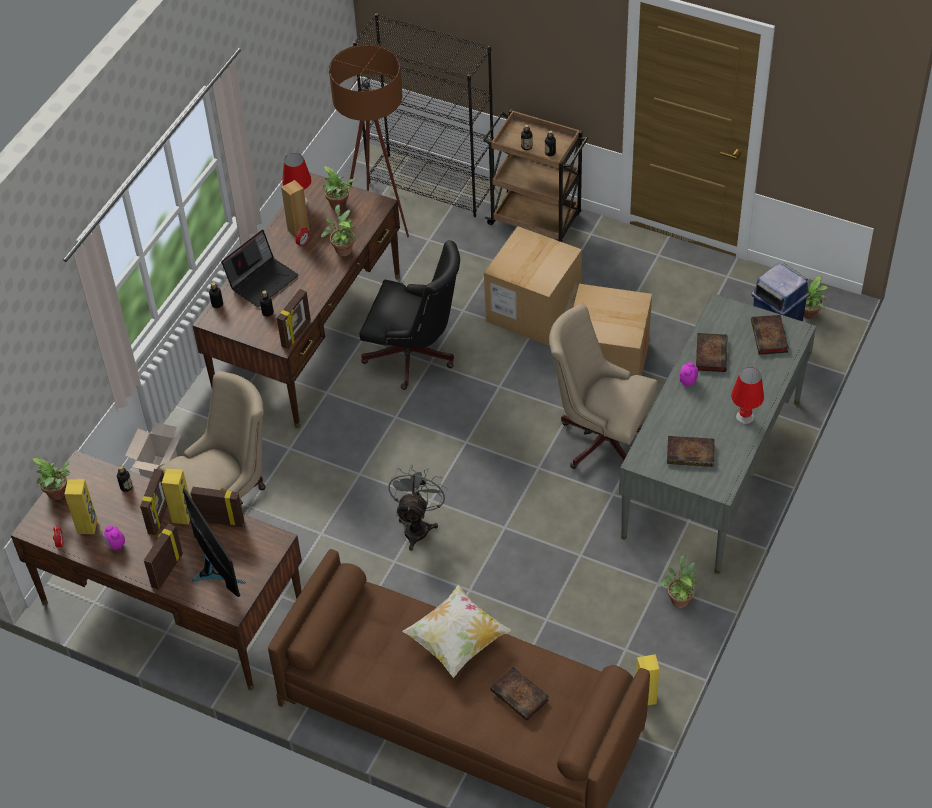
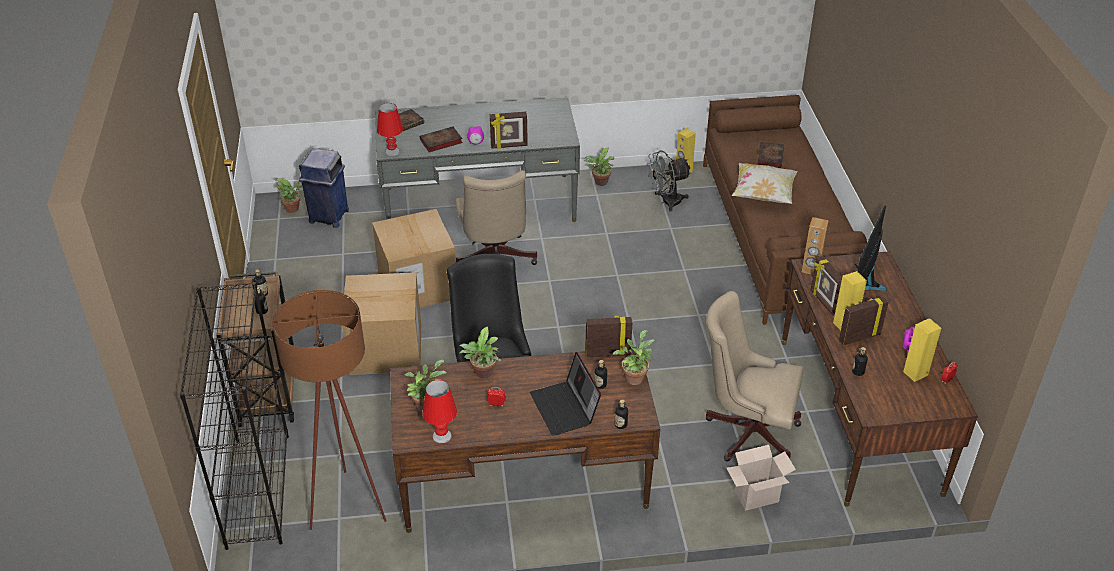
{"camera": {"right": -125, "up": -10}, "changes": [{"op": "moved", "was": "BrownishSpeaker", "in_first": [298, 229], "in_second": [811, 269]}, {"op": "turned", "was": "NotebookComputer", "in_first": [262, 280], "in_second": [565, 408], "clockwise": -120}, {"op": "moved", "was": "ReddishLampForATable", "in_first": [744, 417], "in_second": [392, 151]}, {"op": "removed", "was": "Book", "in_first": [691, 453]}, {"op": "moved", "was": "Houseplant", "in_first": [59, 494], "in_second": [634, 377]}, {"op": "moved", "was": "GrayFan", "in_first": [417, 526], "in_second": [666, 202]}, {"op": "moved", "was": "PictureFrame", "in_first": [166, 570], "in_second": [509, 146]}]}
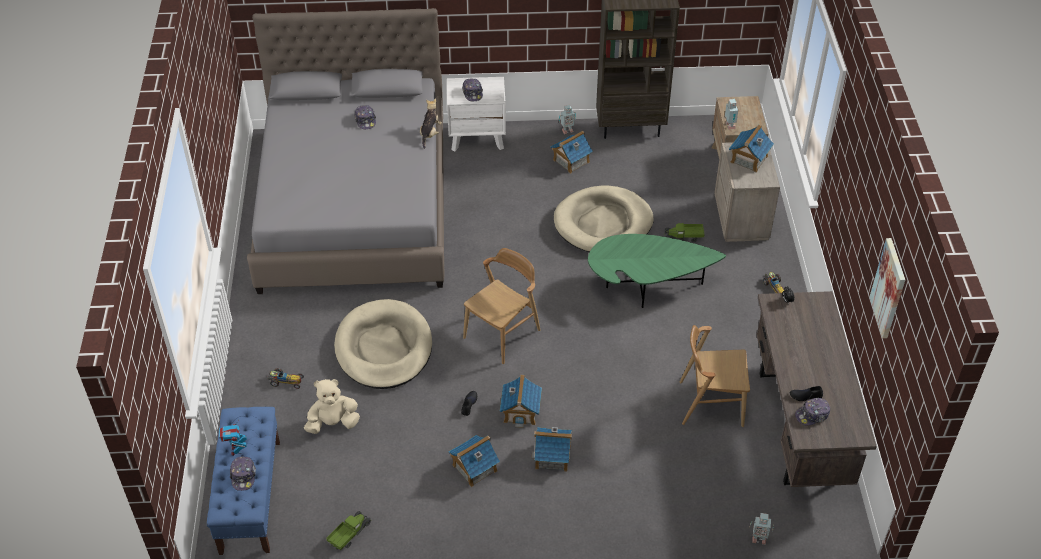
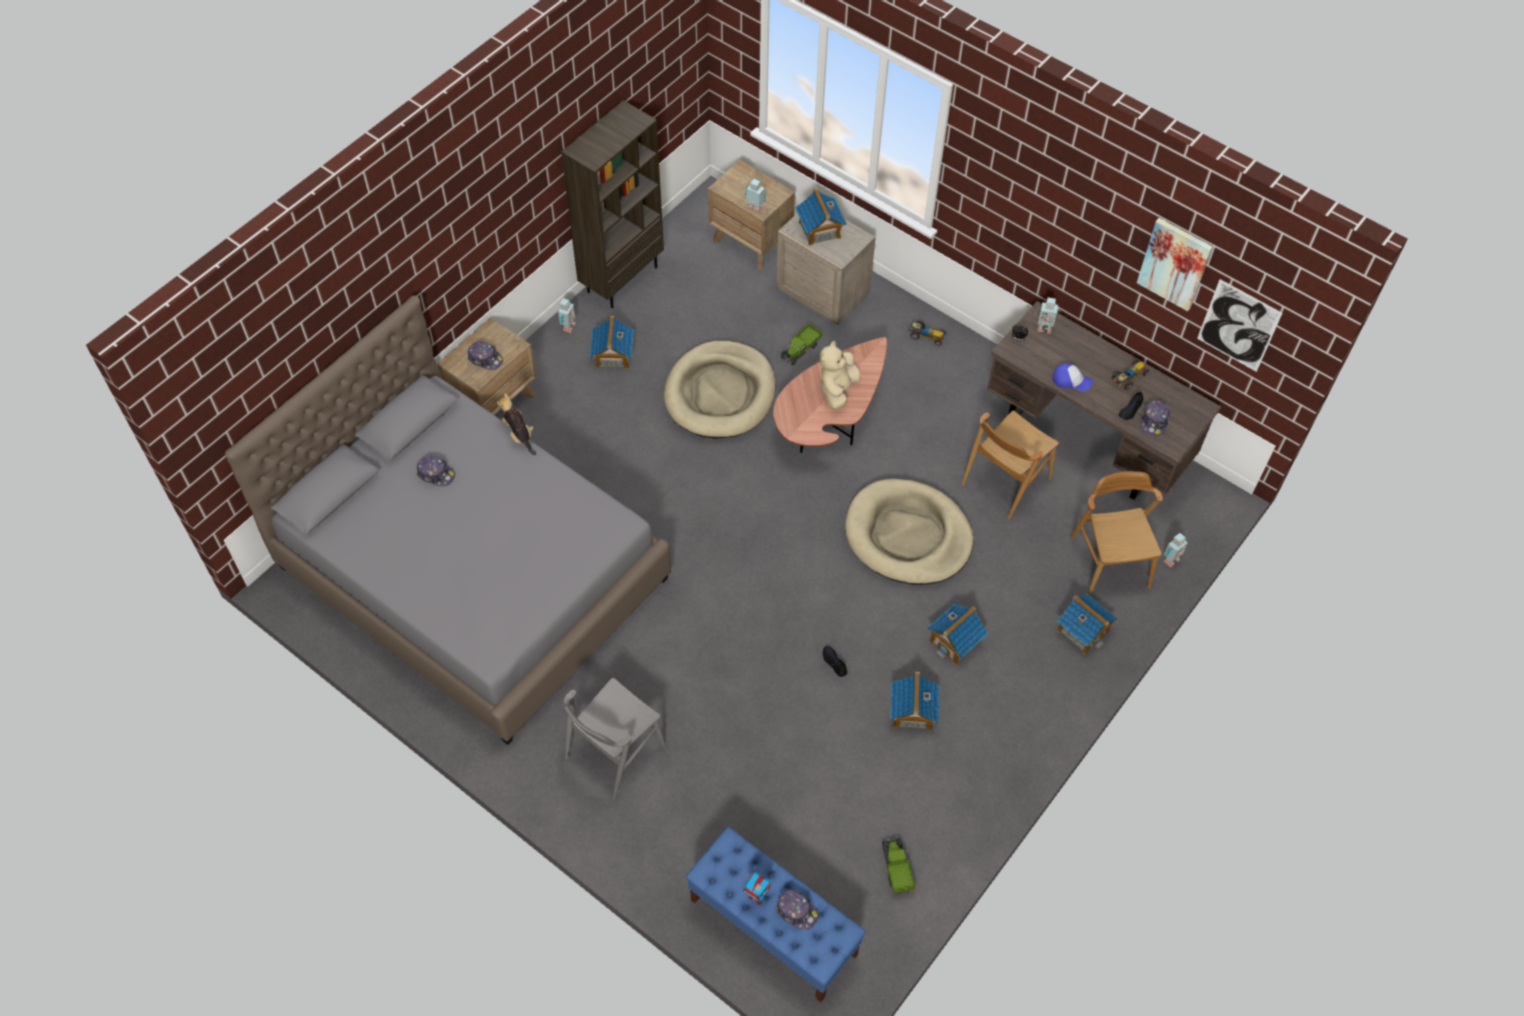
{"camera": {"right": -50, "up": 10}, "changes": [{"op": "recoloured", "was": "WhiteNightstand", "now": "BrownishNightstand", "in_first": [477, 137], "in_second": [494, 402]}, {"op": "recoloured", "was": "GreenColouredLoungeTable", "now": "BrownishLoungeTable", "in_first": [646, 285], "in_second": [829, 421]}, {"op": "moved", "was": "BrownishUprightChair", "in_first": [502, 334], "in_second": [1109, 562]}, {"op": "moved", "was": "SandColouredDogBed", "in_first": [384, 348], "in_second": [908, 536]}, {"op": "moved", "was": "ToyCar", "in_first": [285, 381], "in_second": [1128, 378]}, {"op": "moved", "was": "ToyHouse", "in_first": [521, 411], "in_second": [1082, 631]}, {"op": "moved", "was": "SandColouredCuddlyToy", "in_first": [333, 423], "in_second": [837, 390]}, {"op": "added", "now": "WallPicture", "in_second": [1238, 326]}, {"op": "added", "now": "ModelRobot", "in_second": [1044, 328]}, {"op": "added", "now": "Cap", "in_second": [1071, 380]}, {"op": "added", "now": "GrayUprightChair", "in_second": [614, 752]}]}
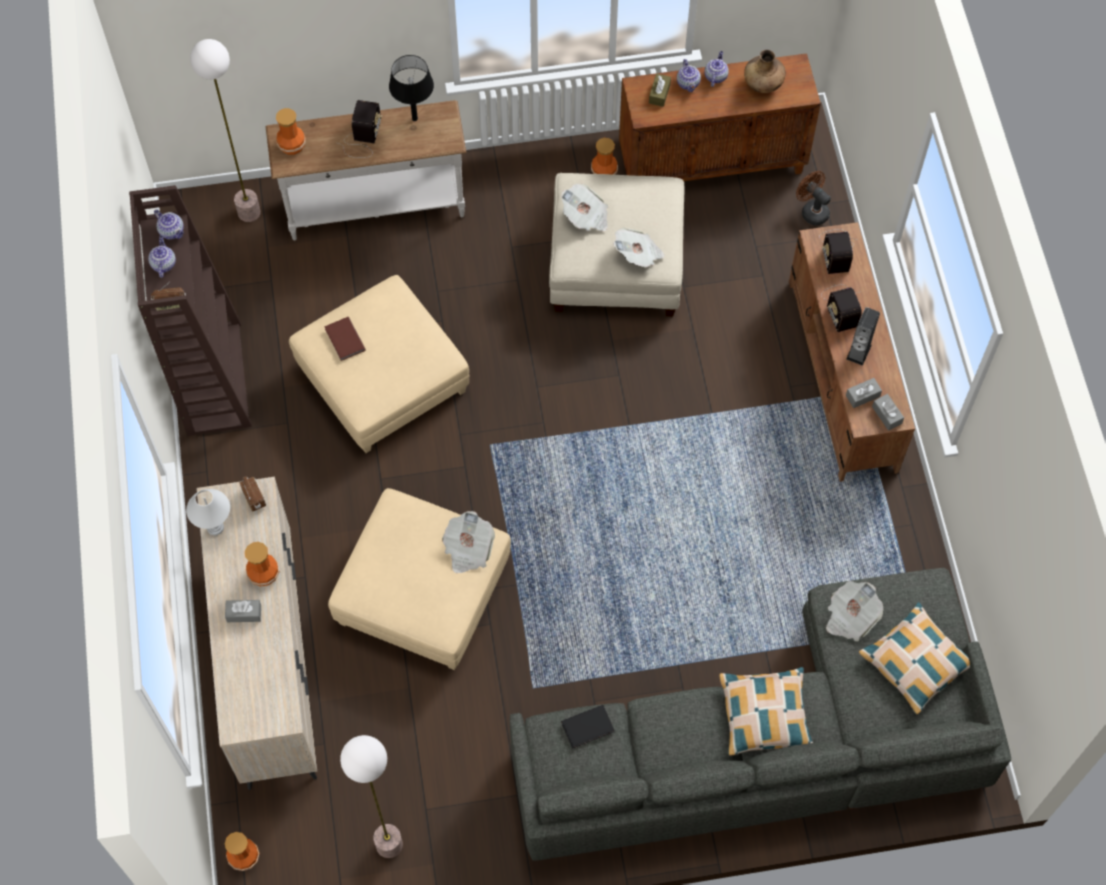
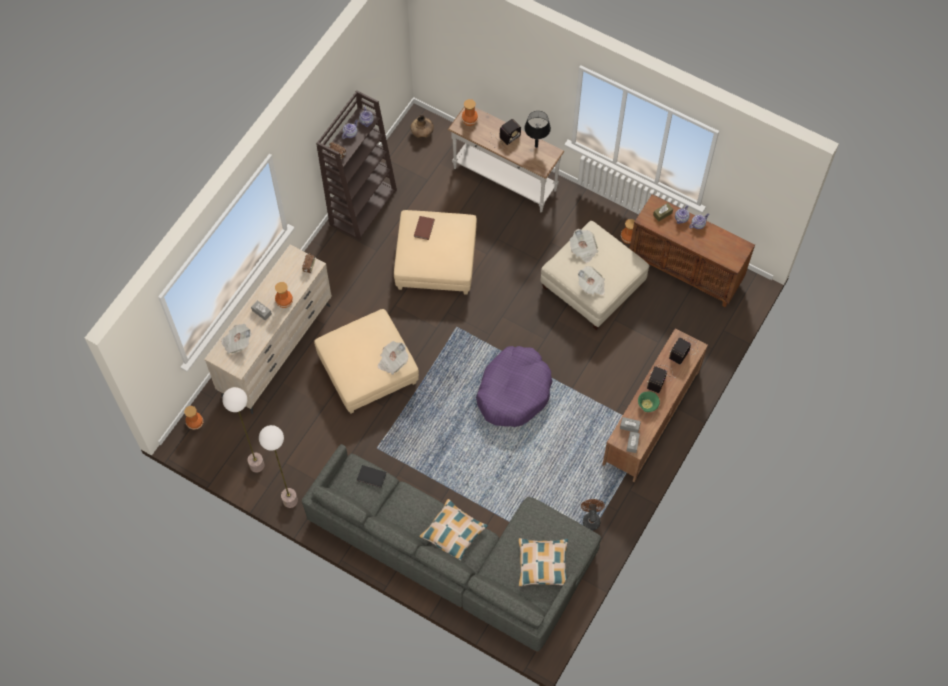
{"camera": {"right": 40, "up": 0}, "changes": [{"op": "moved", "was": "StandingLamp", "in_first": [248, 212], "in_second": [290, 500]}, {"op": "moved", "was": "BrownishFlowerVase", "in_first": [763, 84], "in_second": [422, 133]}, {"op": "moved", "was": "BrownishFan", "in_first": [811, 211], "in_second": [591, 519]}, {"op": "replaced", "was": "Speaker", "now": "GreenColouredDeepDish", "in_first": [859, 352], "in_second": [648, 405]}, {"op": "removed", "was": "WhiteLampForATable", "in_first": [216, 527]}, {"op": "moved", "was": "PrintedPaper", "in_first": [850, 617], "in_second": [237, 342]}, {"op": "added", "now": "PurpleColouredDogBed", "in_second": [513, 391]}]}
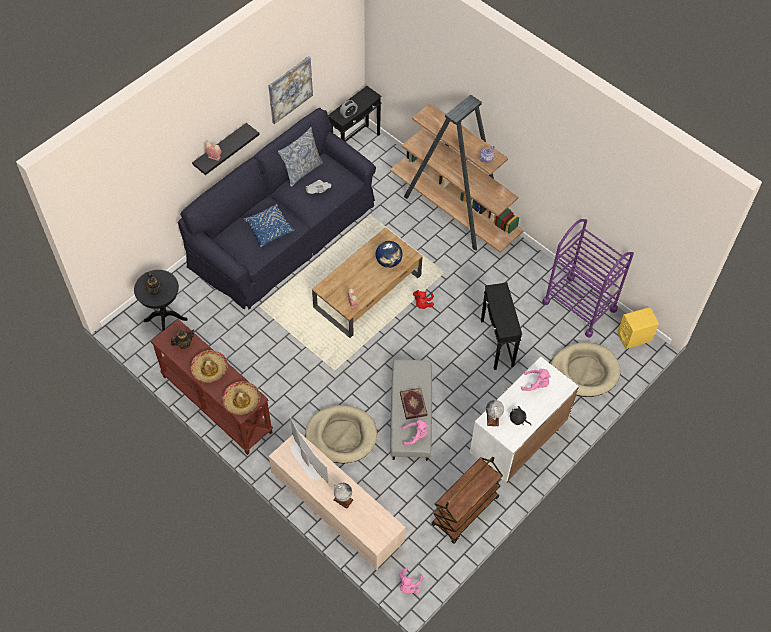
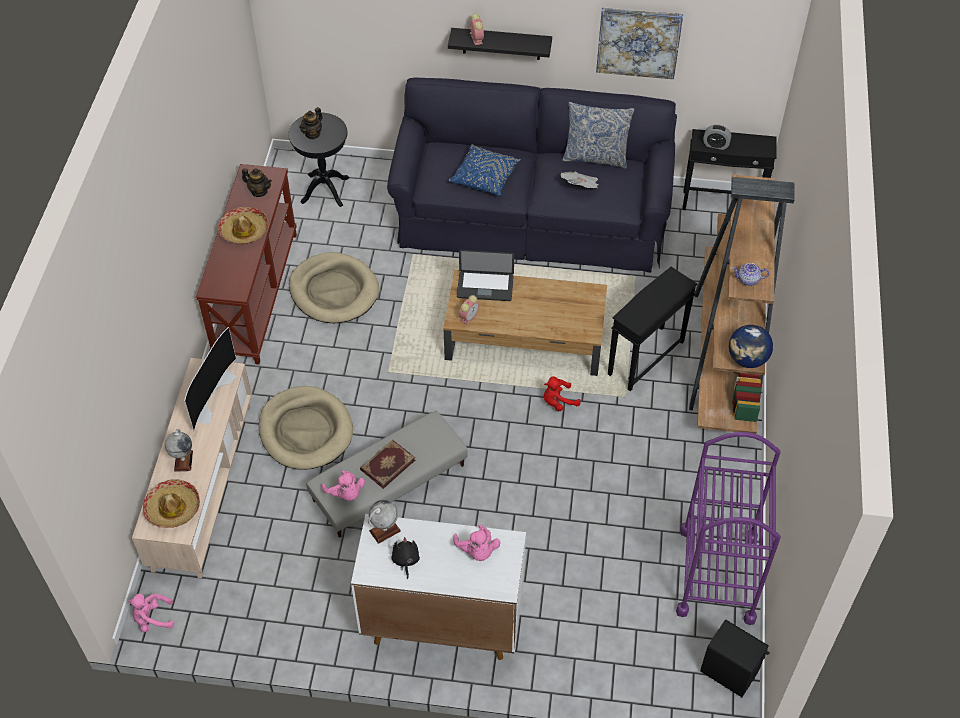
{"camera": {"right": 55, "up": -5}, "changes": [{"op": "moved", "was": "Globe", "in_first": [388, 262], "in_second": [747, 359]}, {"op": "moved", "was": "BlackishAccentTable", "in_first": [496, 343], "in_second": [645, 358]}, {"op": "recoloured", "was": "YellowColouredSpeaker", "now": "BlackishSpeaker", "in_first": [634, 337], "in_second": [729, 671]}, {"op": "moved", "was": "SandColouredDogBed", "in_first": [584, 371], "in_second": [334, 291]}, {"op": "moved", "was": "ClothingHat", "in_first": [242, 400], "in_second": [173, 508]}, {"op": "removed", "was": "BrownishTrolley", "in_first": [465, 512]}, {"op": "added", "now": "NotebookComputer", "in_second": [485, 287]}]}
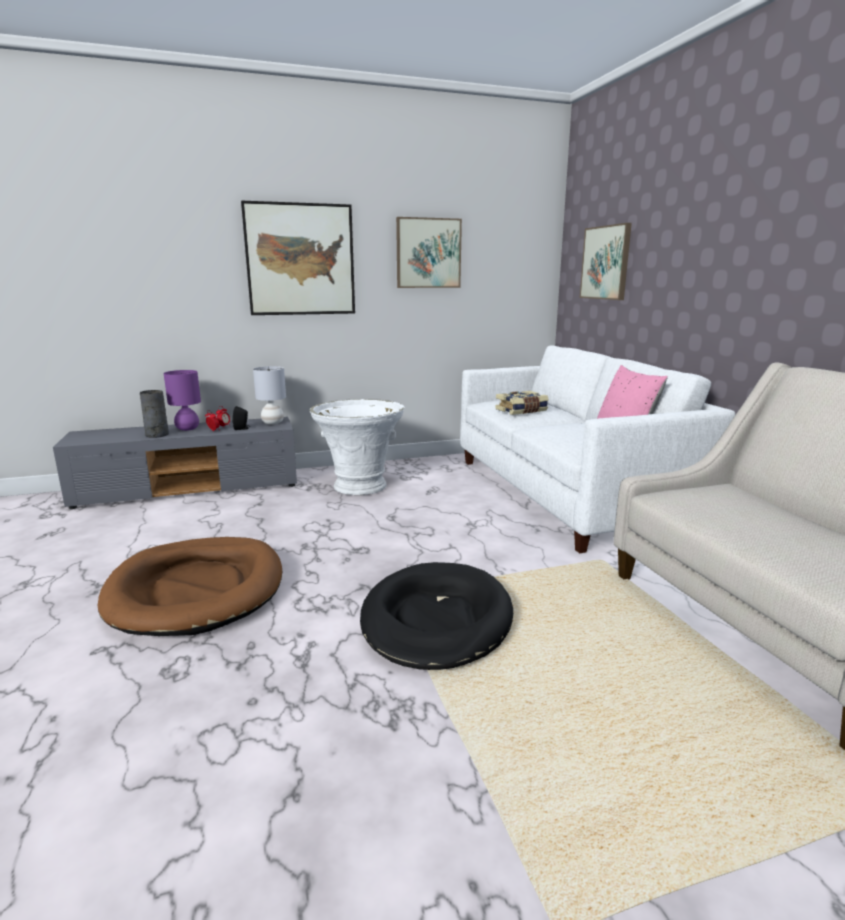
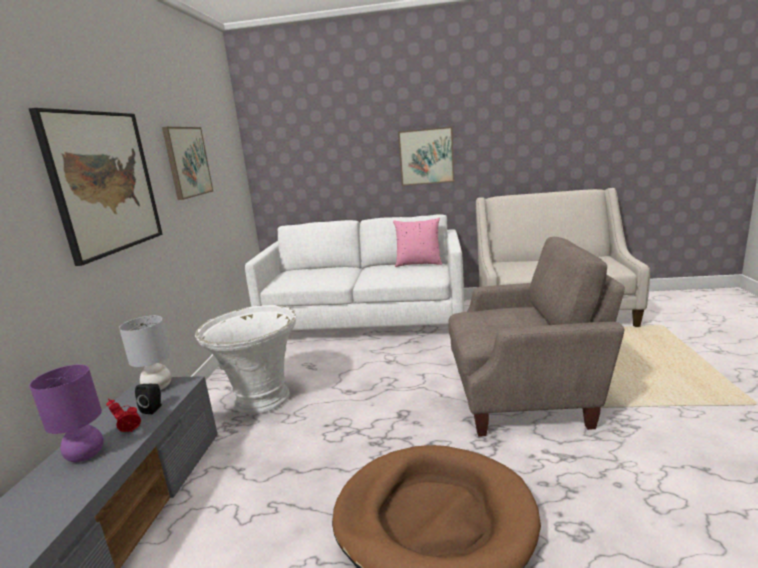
{"camera": {"right": -65, "up": 0}, "changes": [{"op": "moved", "was": "WallPicture", "in_first": [605, 263], "in_second": [426, 156]}, {"op": "removed", "was": "GrayFlowerVase", "in_first": [156, 435]}, {"op": "removed", "was": "Book", "in_first": [522, 411]}, {"op": "replaced", "was": "BlackishDogBed", "now": "SandColouredEasyChair", "in_first": [436, 620], "in_second": [523, 396]}]}
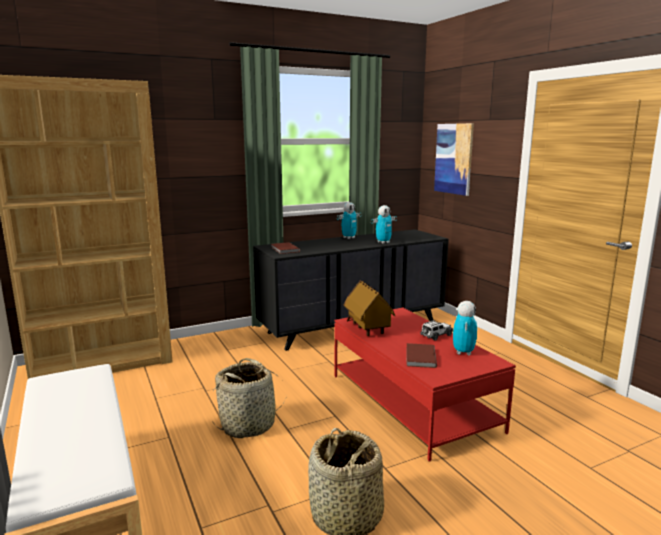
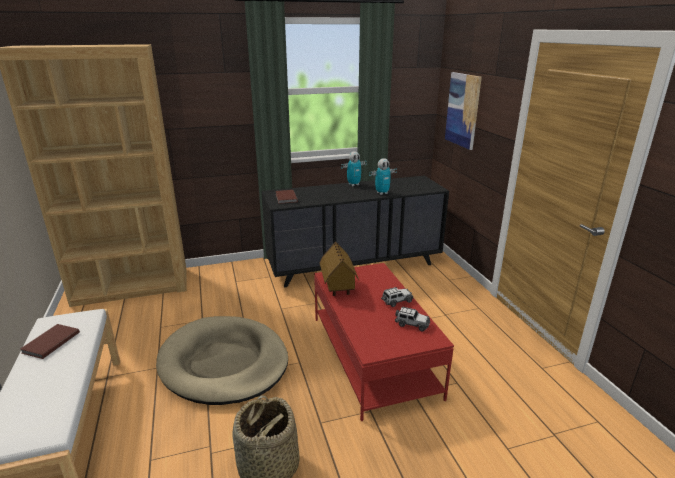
{"camera": {"right": 10, "up": 10}, "changes": [{"op": "replaced", "was": "ModelRobot", "now": "ToyCar", "in_first": [463, 352], "in_second": [412, 324]}, {"op": "moved", "was": "BrownishBook", "in_first": [419, 357], "in_second": [50, 343]}, {"op": "replaced", "was": "StorageBasket", "now": "SandColouredDogBed", "in_first": [248, 424], "in_second": [224, 363]}]}
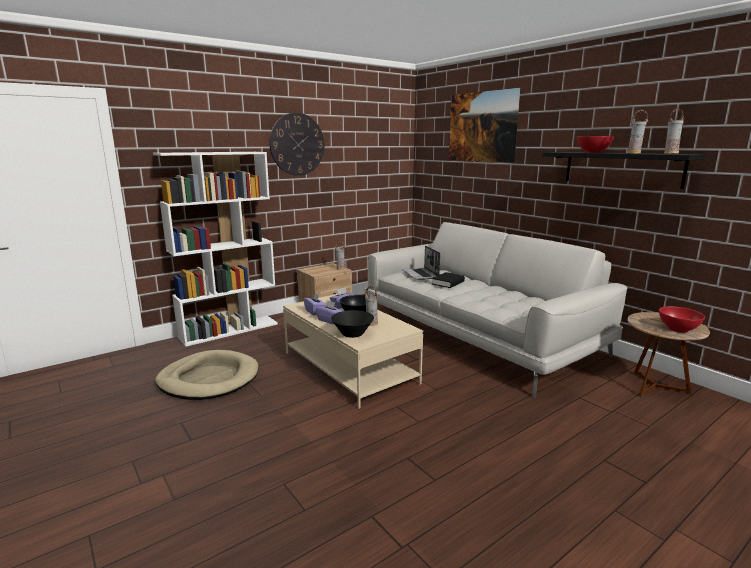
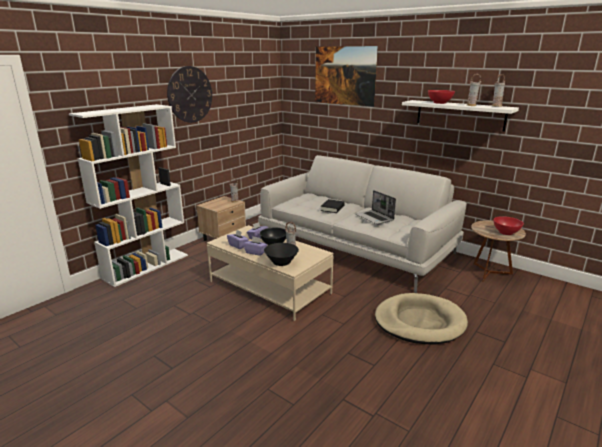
{"camera": {"right": -15, "up": 5}, "changes": [{"op": "recoloured", "was": "BlackishShelf", "now": "WhiteShelf", "in_first": [621, 168], "in_second": [460, 115]}, {"op": "moved", "was": "NotebookComputer", "in_first": [421, 275], "in_second": [375, 218]}, {"op": "moved", "was": "SandColouredDogBed", "in_first": [209, 379], "in_second": [419, 322]}]}
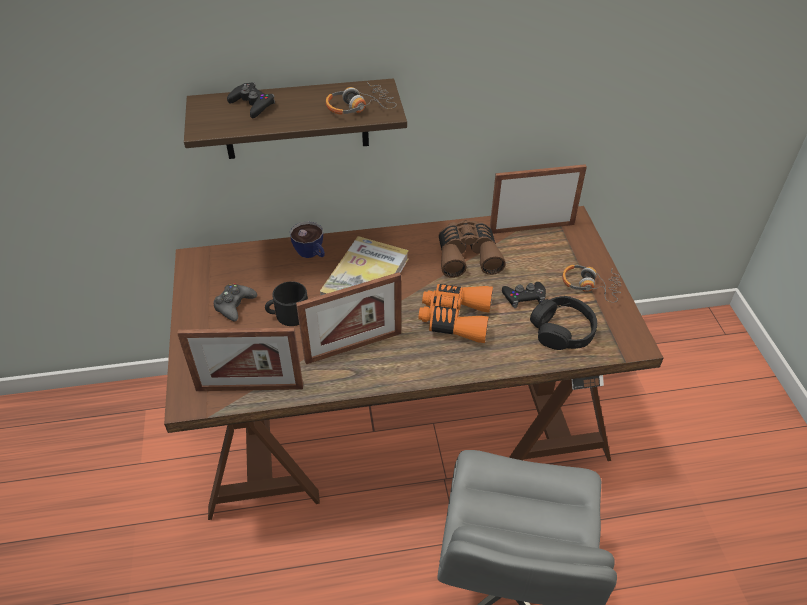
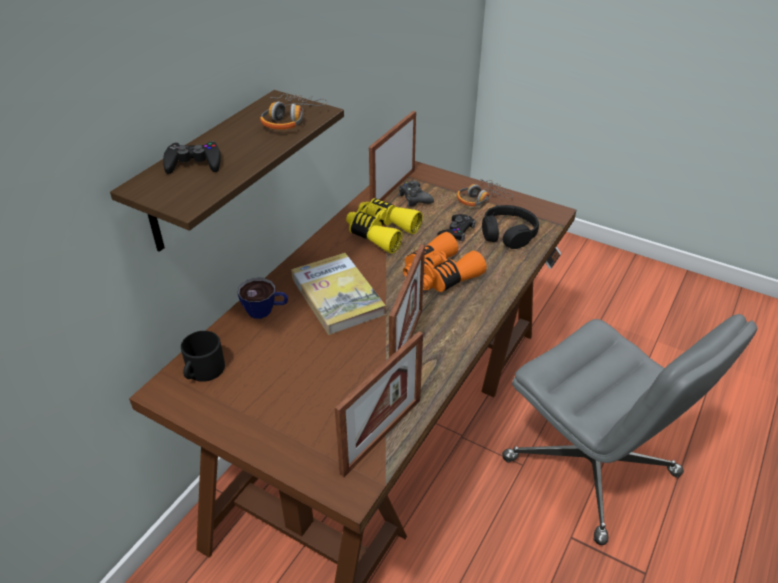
{"camera": {"right": -50, "up": -5}, "changes": [{"op": "recoloured", "was": "BrownishBinoculars", "now": "YellowColouredBinoculars", "in_first": [467, 255], "in_second": [381, 232]}, {"op": "moved", "was": "BlackishMug", "in_first": [288, 315], "in_second": [203, 371]}, {"op": "moved", "was": "BlackishGameController", "in_first": [234, 305], "in_second": [414, 198]}]}
